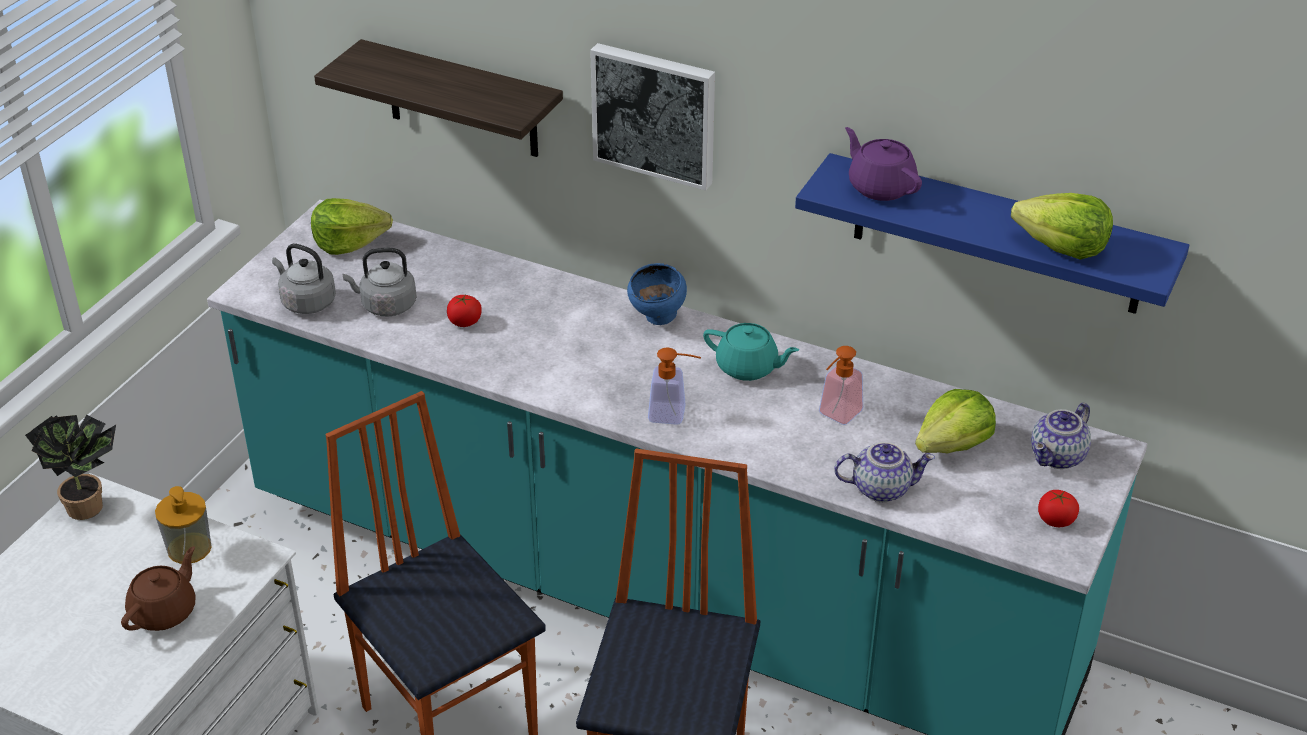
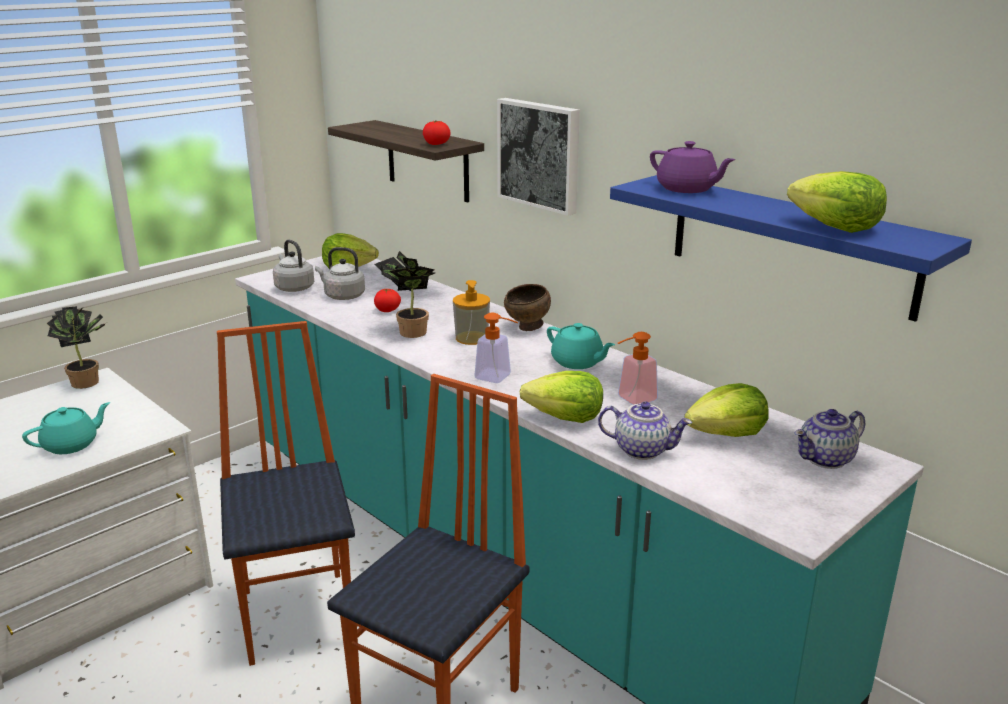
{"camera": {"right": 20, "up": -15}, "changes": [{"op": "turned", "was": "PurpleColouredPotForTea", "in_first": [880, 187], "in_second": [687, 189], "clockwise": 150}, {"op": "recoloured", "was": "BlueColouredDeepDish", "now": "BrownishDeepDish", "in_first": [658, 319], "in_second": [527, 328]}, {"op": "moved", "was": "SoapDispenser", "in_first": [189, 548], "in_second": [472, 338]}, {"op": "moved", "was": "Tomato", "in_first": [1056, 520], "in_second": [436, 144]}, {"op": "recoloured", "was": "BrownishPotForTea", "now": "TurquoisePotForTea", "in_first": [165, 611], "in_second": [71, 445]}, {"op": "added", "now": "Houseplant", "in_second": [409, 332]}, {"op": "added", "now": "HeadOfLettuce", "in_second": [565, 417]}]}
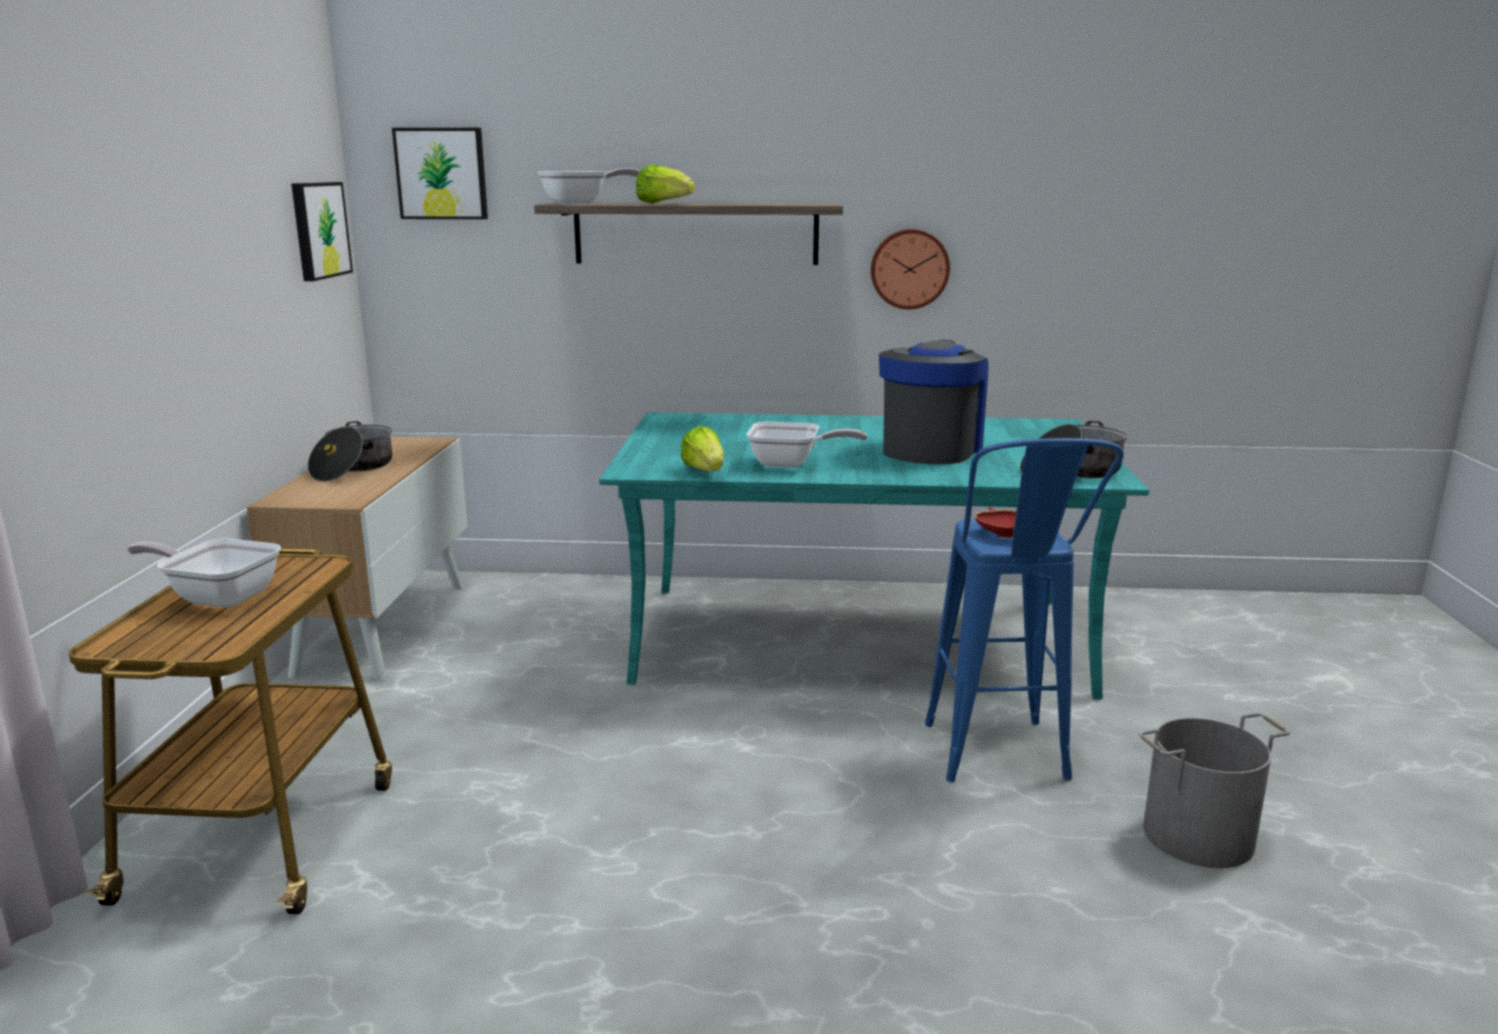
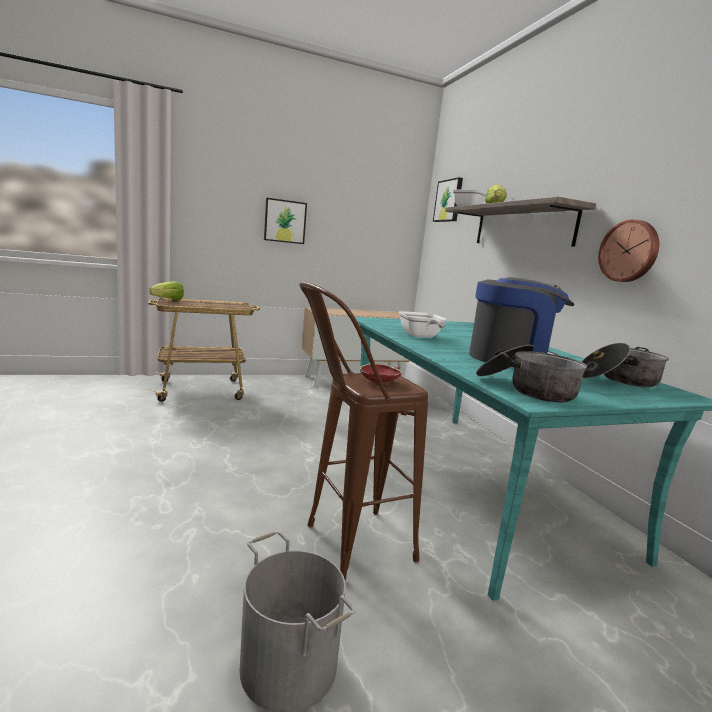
{"camera": {"right": 65, "up": -5}, "changes": [{"op": "moved", "was": "WallPicture", "in_first": [318, 230], "in_second": [285, 221]}, {"op": "moved", "was": "CookingPot", "in_first": [353, 468], "in_second": [617, 380]}, {"op": "moved", "was": "HeadOfLettuce", "in_first": [705, 472], "in_second": [168, 300]}, {"op": "recoloured", "was": "BlueColouredStool", "now": "BrownishStool", "in_first": [1001, 764], "in_second": [344, 546]}, {"op": "removed", "was": "Skillet", "in_first": [218, 597]}]}
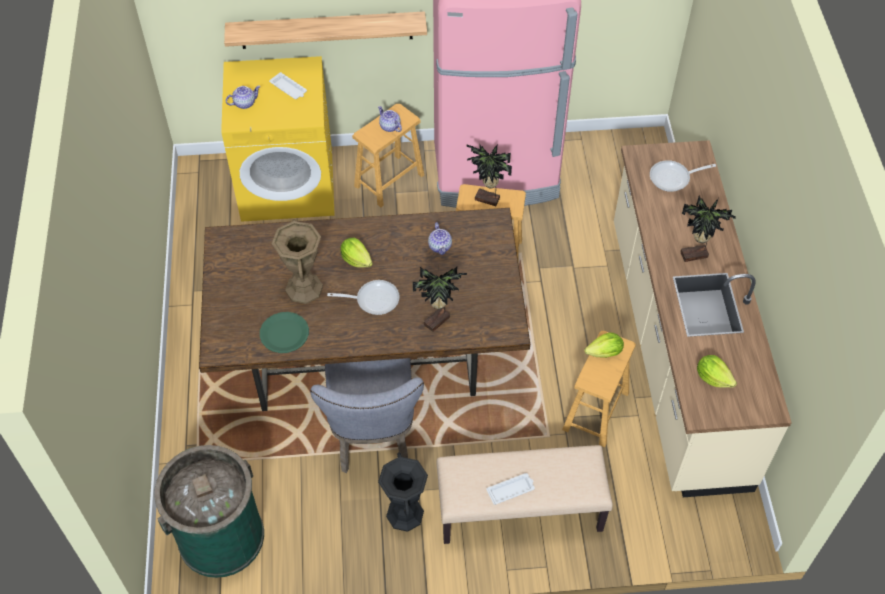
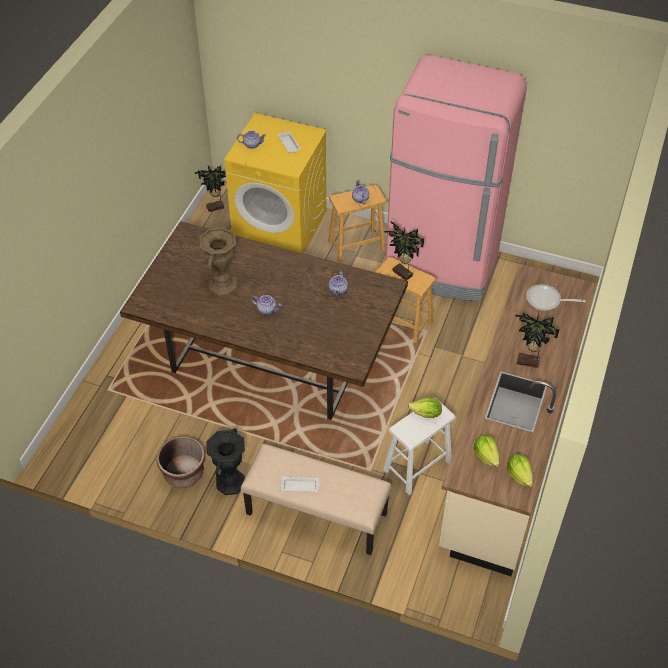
{"camera": {"right": 25, "up": -5}, "changes": [{"op": "removed", "was": "Shelf", "in_first": [326, 30]}, {"op": "moved", "was": "HeadOfLettuce", "in_first": [356, 259], "in_second": [519, 475]}, {"op": "moved", "was": "Houseplant", "in_first": [438, 321], "in_second": [216, 208]}, {"op": "replaced", "was": "Skillet", "now": "PotForTea", "in_first": [373, 299], "in_second": [267, 310]}, {"op": "removed", "was": "GreenColouredDinnerPlate", "in_first": [284, 333]}, {"op": "recoloured", "was": "BrownishStool", "now": "WhiteStool", "in_first": [596, 411], "in_second": [417, 466]}, {"op": "removed", "was": "GrayUprightChair", "in_first": [373, 437]}, {"op": "removed", "was": "GreenColouredTrashCan", "in_first": [221, 536]}, {"op": "added", "now": "BrownishPlantPot", "in_second": [184, 473]}]}
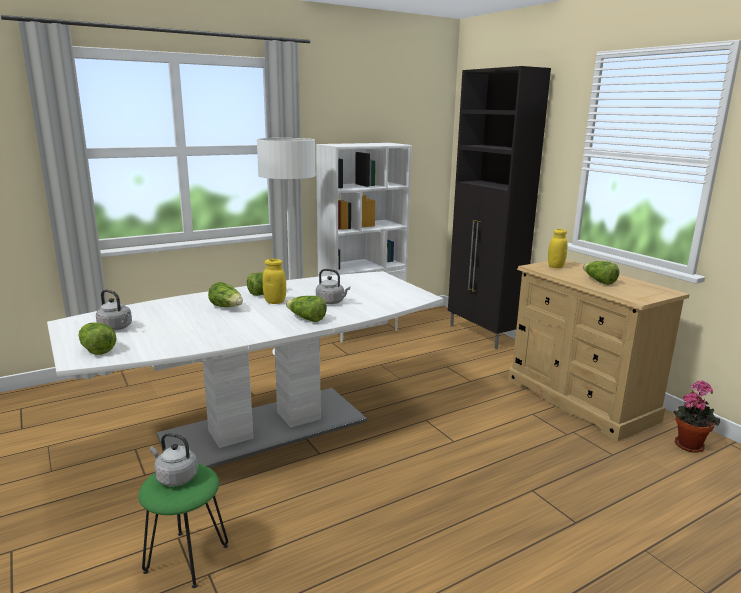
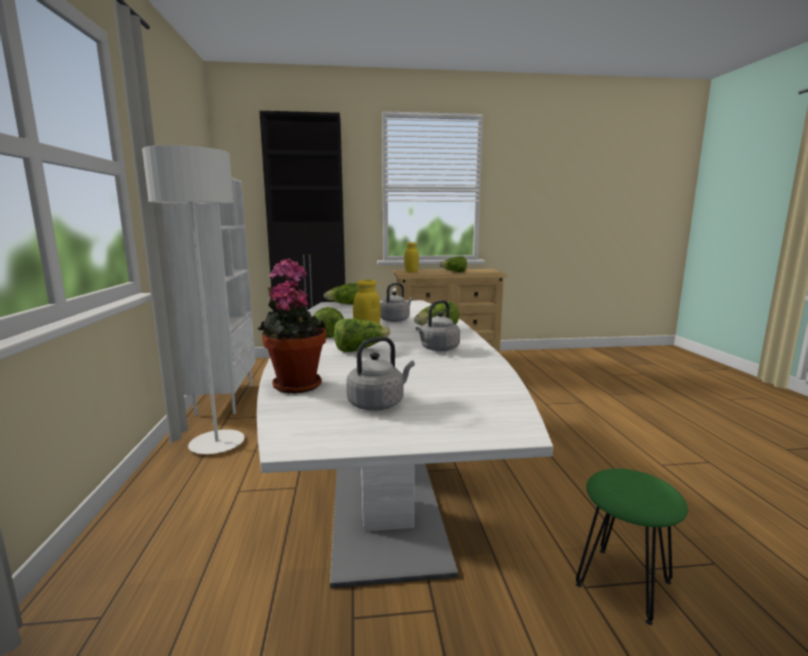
{"camera": {"right": -65, "up": -5}, "changes": [{"op": "moved", "was": "HeadOfLettuce", "in_first": [96, 349], "in_second": [345, 304]}, {"op": "moved", "was": "Houseplant", "in_first": [689, 444], "in_second": [295, 384]}, {"op": "moved", "was": "GrayWaterKettle", "in_first": [175, 477], "in_second": [438, 349]}]}
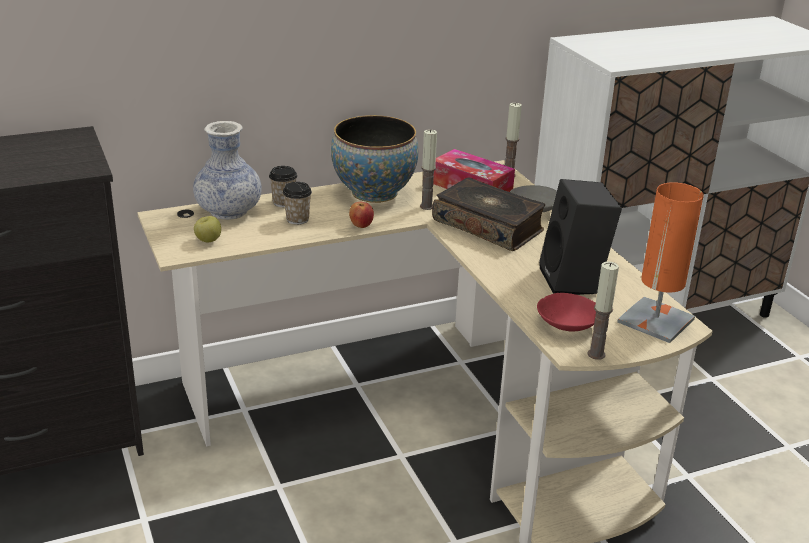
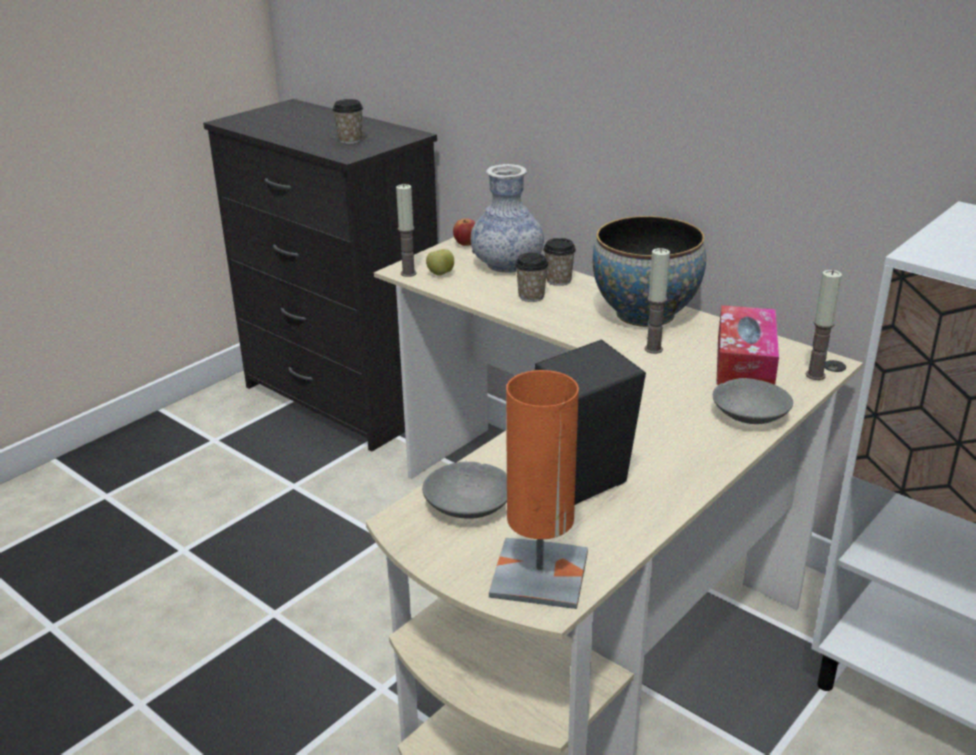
{"camera": {"right": 65, "up": 0}, "changes": [{"op": "removed", "was": "Book", "in_first": [488, 226]}, {"op": "moved", "was": "WholeApple", "in_first": [361, 225], "in_second": [466, 243]}, {"op": "moved", "was": "WaxLight", "in_first": [596, 354], "in_second": [408, 273]}, {"op": "recoloured", "was": "ReddishDeepDish", "now": "GrayDeepDish", "in_first": [567, 322], "in_second": [469, 504]}, {"op": "added", "now": "DrinkingCup", "in_second": [350, 140]}]}
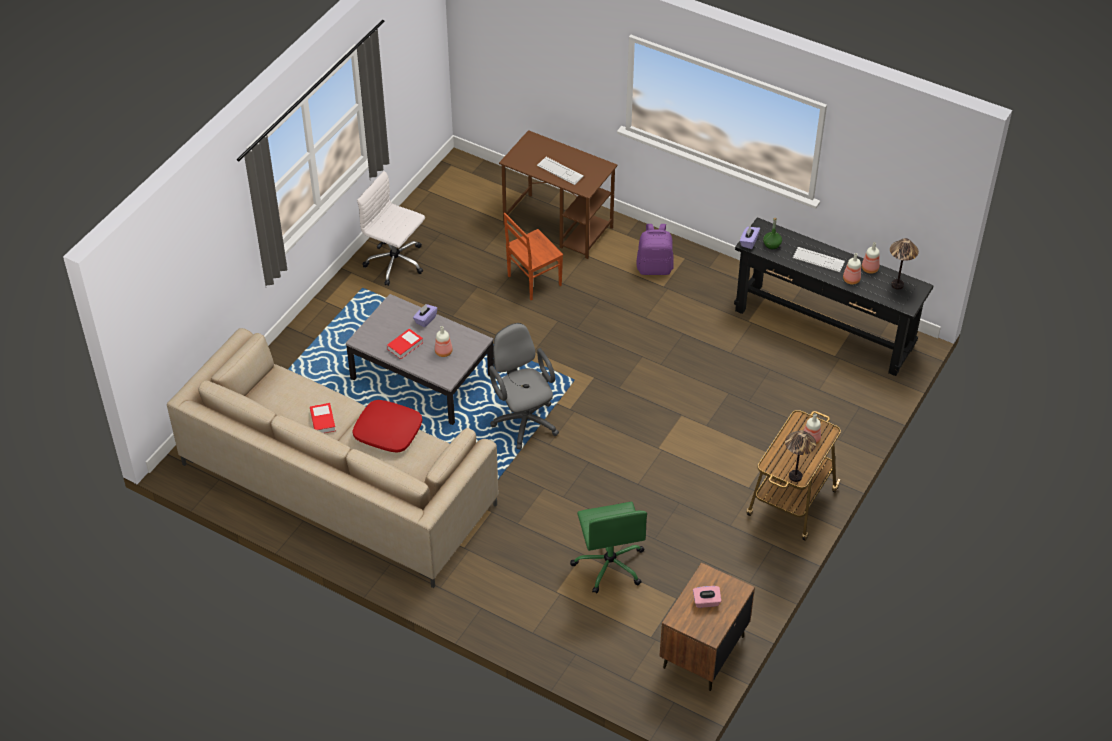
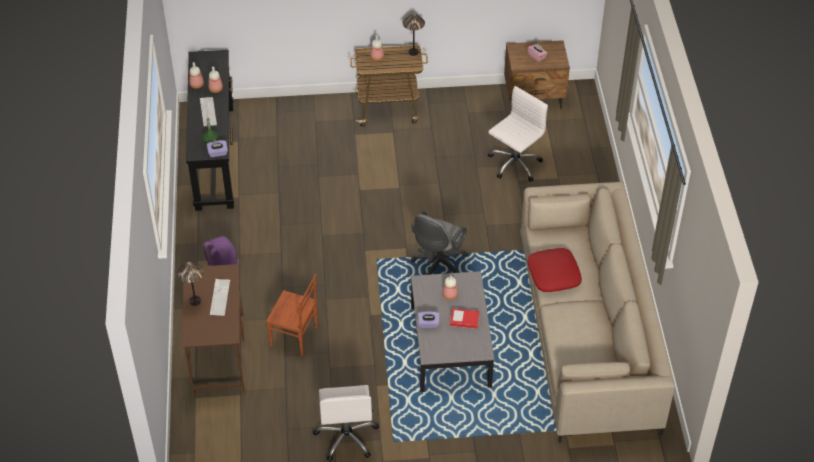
{"camera": {"right": -125, "up": 0}, "changes": [{"op": "moved", "was": "LampForATable", "in_first": [897, 285], "in_second": [195, 301]}, {"op": "removed", "was": "Book", "in_first": [322, 421]}, {"op": "recoloured", "was": "GreenColouredOfficeChair", "now": "WhiteOfficeChair", "in_first": [609, 564], "in_second": [514, 164]}]}
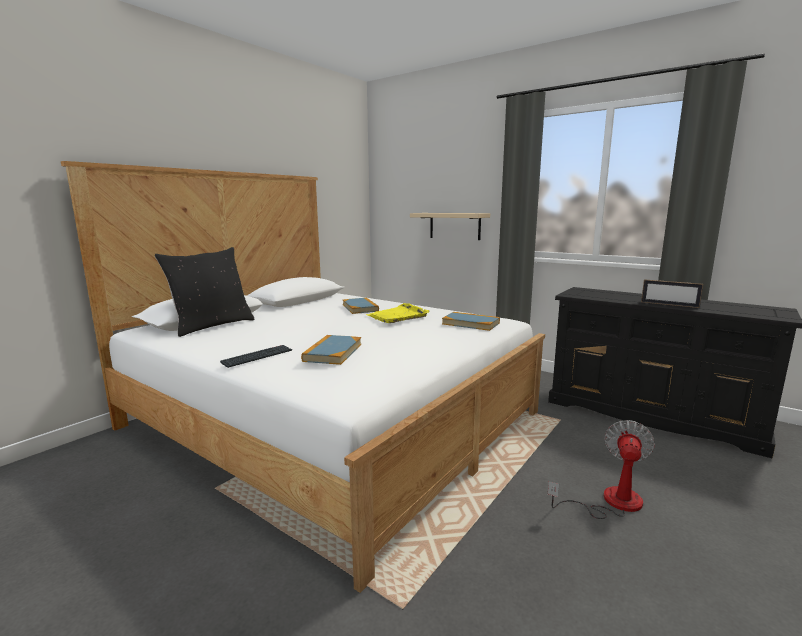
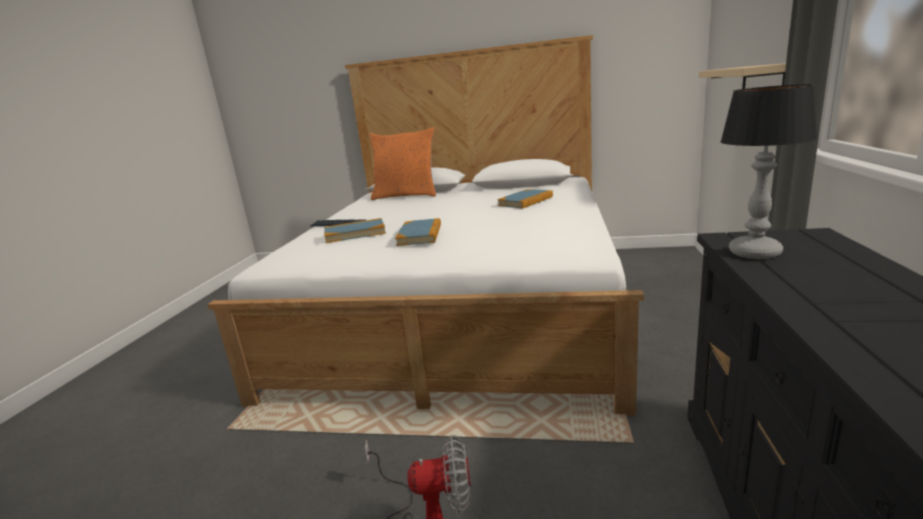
{"camera": {"right": 65, "up": 5}, "changes": [{"op": "recoloured", "was": "BlackishThrowPillow", "now": "OrangeColouredThrowPillow", "in_first": [212, 326], "in_second": [406, 196]}, {"op": "removed", "was": "PictureFrame", "in_first": [669, 304]}, {"op": "removed", "was": "YellowColouredCarryingTray", "in_first": [398, 316]}, {"op": "moved", "was": "Book", "in_first": [470, 323], "in_second": [420, 235]}, {"op": "added", "now": "LampForATable", "in_second": [754, 252]}]}
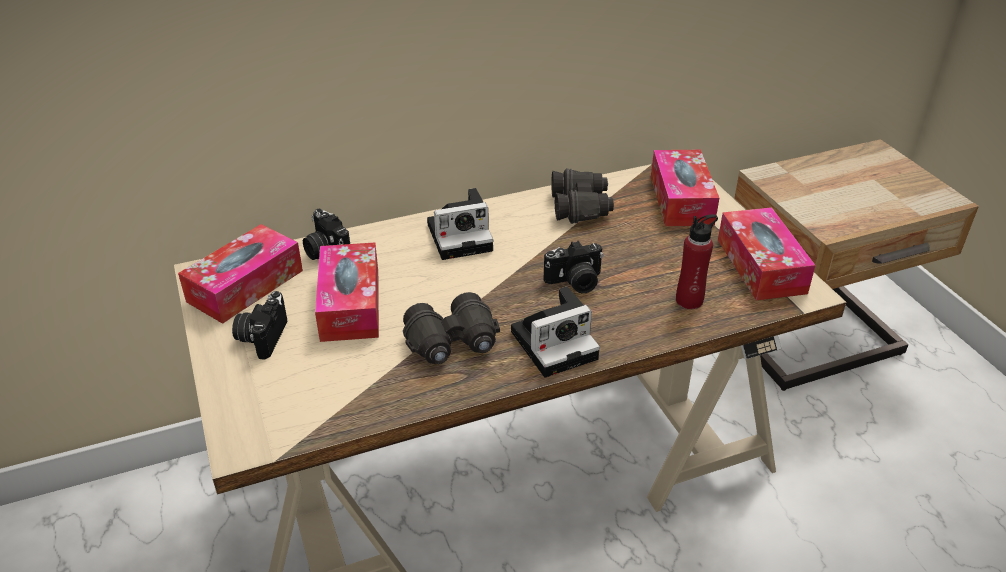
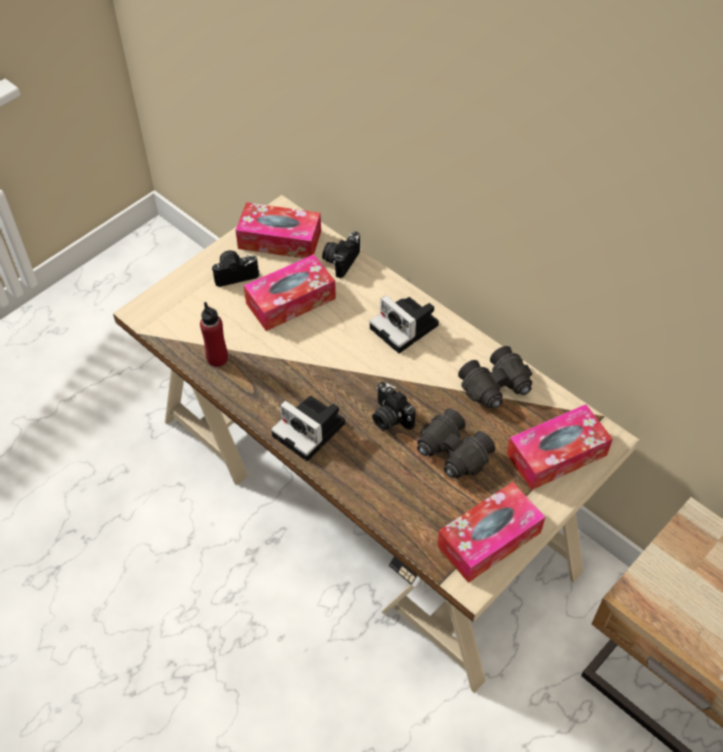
{"camera": {"right": 65, "up": 15}, "changes": [{"op": "moved", "was": "ReddishBottle", "in_first": [689, 300], "in_second": [217, 358]}, {"op": "moved", "was": "BlackishBinoculars", "in_first": [453, 344], "in_second": [452, 453]}]}
